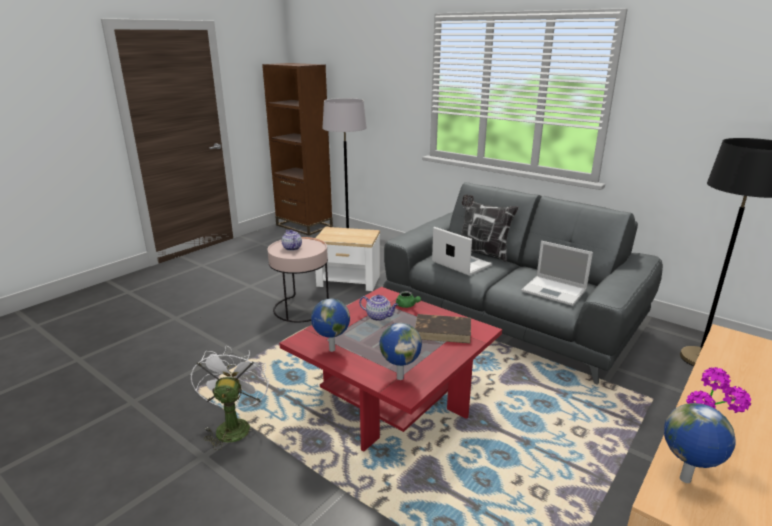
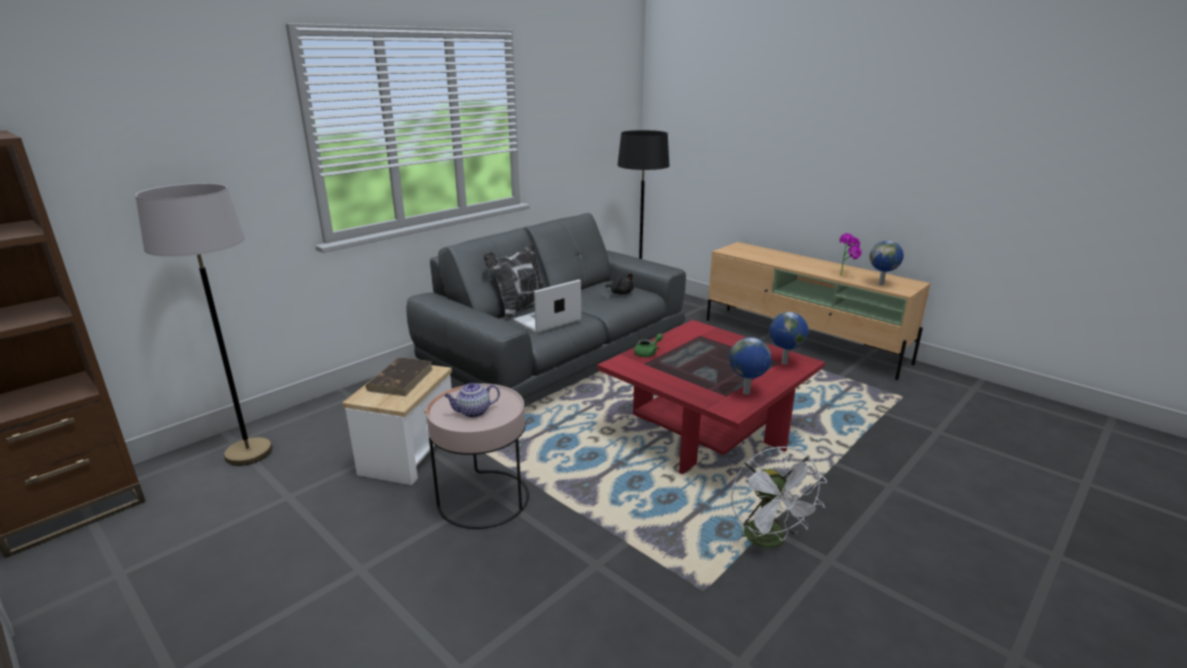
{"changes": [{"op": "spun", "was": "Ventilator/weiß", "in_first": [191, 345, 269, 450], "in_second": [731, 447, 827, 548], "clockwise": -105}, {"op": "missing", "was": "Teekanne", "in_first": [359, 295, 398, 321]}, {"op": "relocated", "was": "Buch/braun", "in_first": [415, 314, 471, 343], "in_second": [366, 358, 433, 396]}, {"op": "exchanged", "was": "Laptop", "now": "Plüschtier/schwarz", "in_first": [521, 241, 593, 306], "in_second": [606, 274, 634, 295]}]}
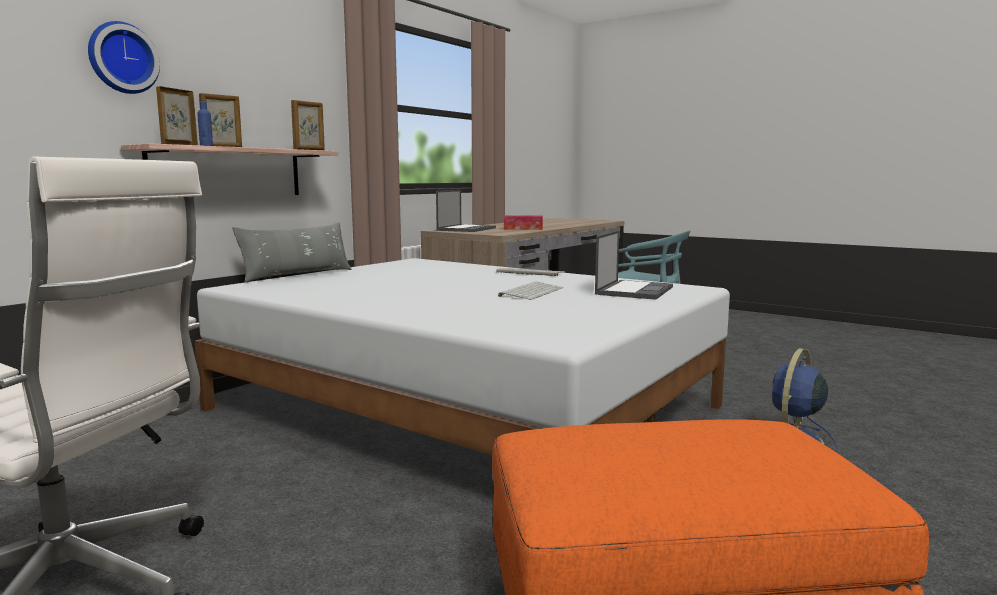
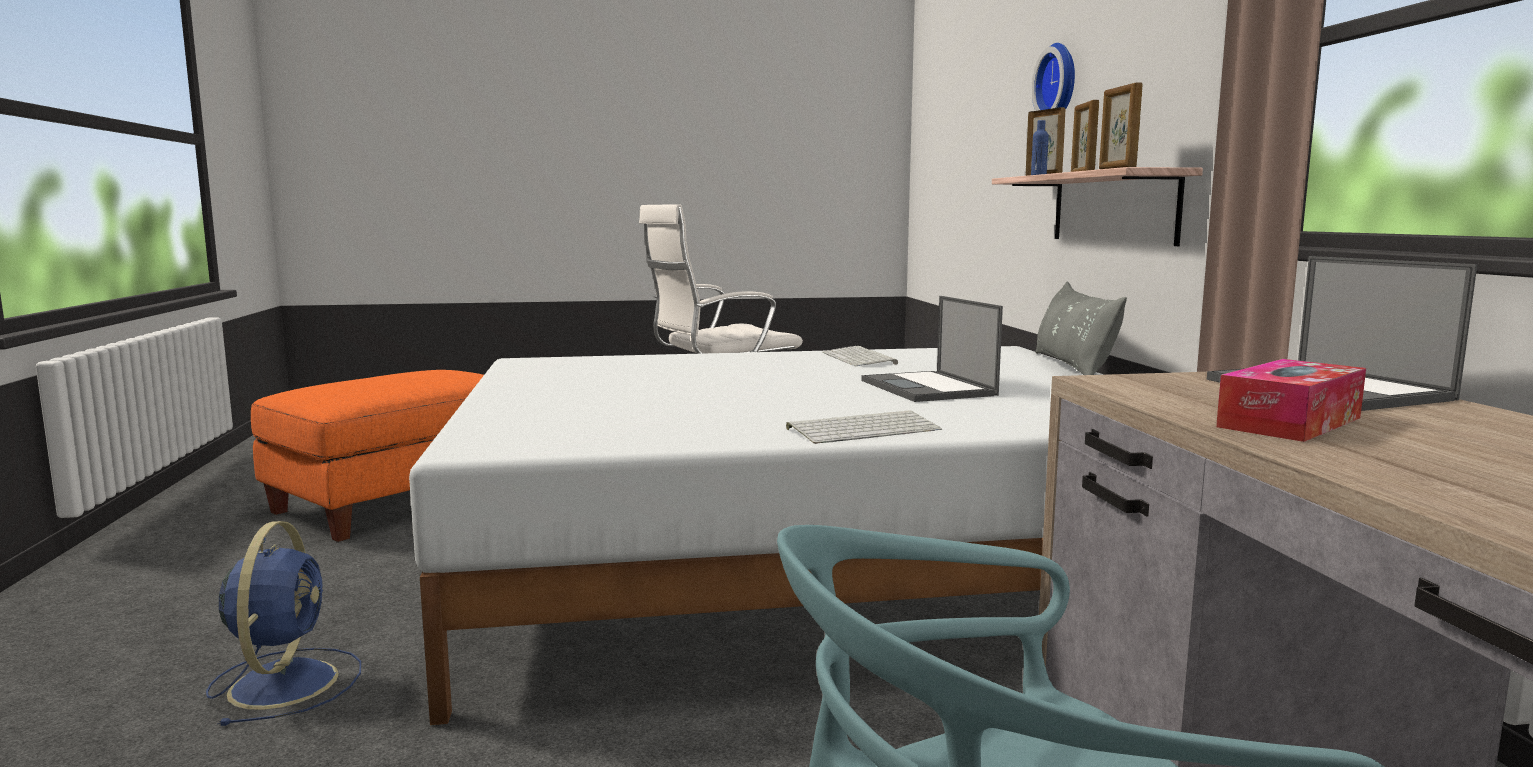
{"changes": [{"op": "relocated", "was": "Tastatur", "in_first": [498, 282, 563, 300], "in_second": [822, 346, 898, 366]}, {"op": "relocated", "was": "Laptop", "in_first": [595, 230, 673, 300], "in_second": [861, 296, 1003, 402]}]}
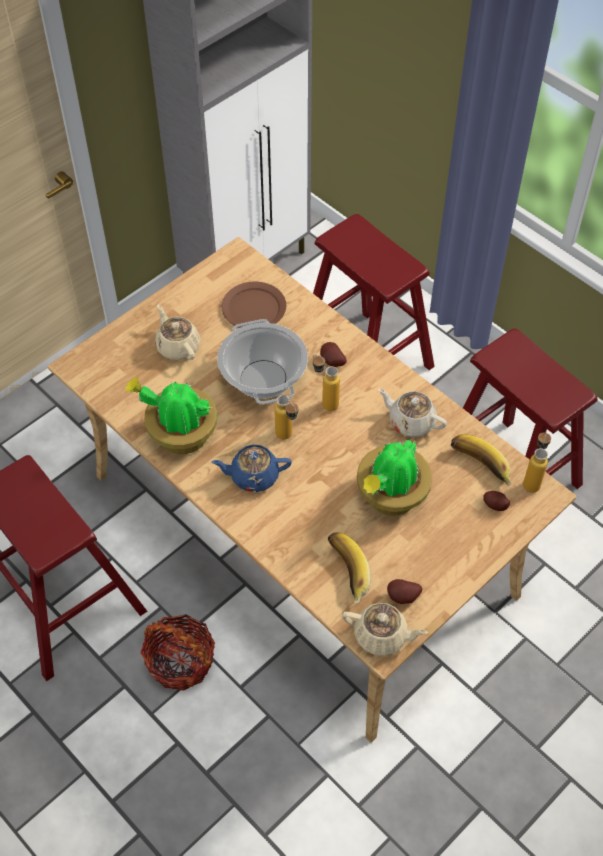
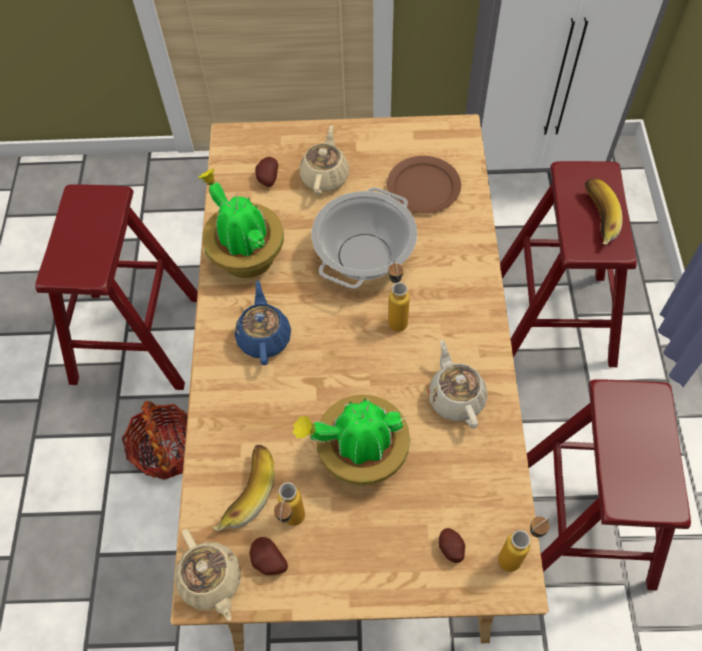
{"changes": [{"op": "spun", "was": "Teekanne/blau", "in_first": [212, 445, 292, 492], "in_second": [235, 280, 291, 365], "clockwise": 45}, {"op": "relocated", "was": "Flasche", "in_first": [274, 395, 298, 440], "in_second": [274, 482, 305, 526]}, {"op": "relocated", "was": "Kartoffel", "in_first": [320, 342, 347, 367], "in_second": [255, 157, 278, 187]}, {"op": "relocated", "was": "Banane", "in_first": [451, 434, 511, 486], "in_second": [585, 178, 622, 245]}]}
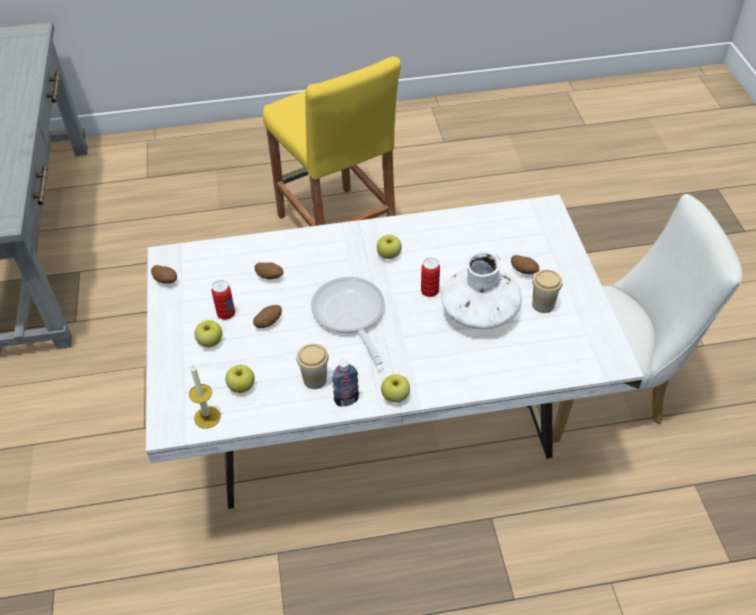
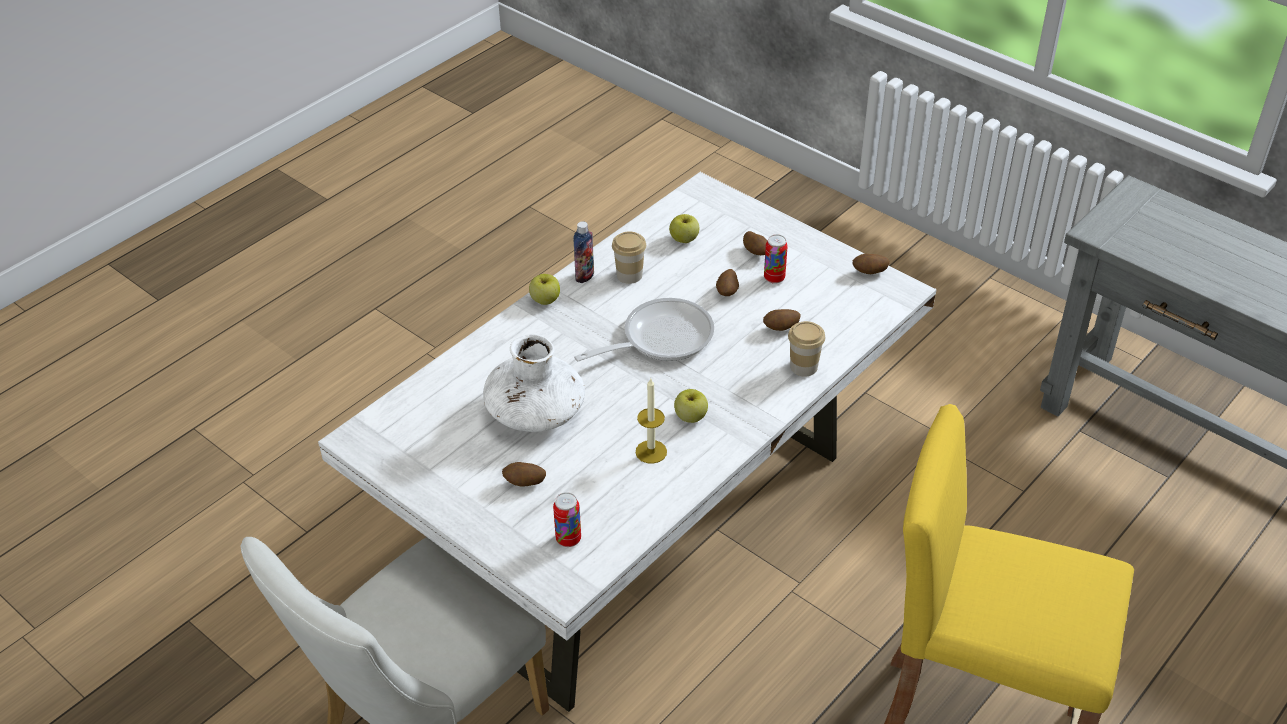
{"changes": [{"op": "relocated", "was": "Kerze", "in_first": [189, 365, 221, 429], "in_second": [636, 379, 667, 464]}, {"op": "exchanged", "was": "Apfel", "now": "Kartoffel", "in_first": [195, 320, 222, 347], "in_second": [743, 231, 768, 255]}, {"op": "spun", "was": "Pfanne", "in_first": [311, 277, 385, 365], "in_second": [574, 298, 714, 361], "clockwise": -60}, {"op": "relocated", "was": "Dose", "in_first": [421, 258, 440, 297], "in_second": [553, 492, 581, 547]}, {"op": "relocated", "was": "Tasse", "in_first": [532, 270, 563, 313], "in_second": [788, 321, 825, 376]}]}
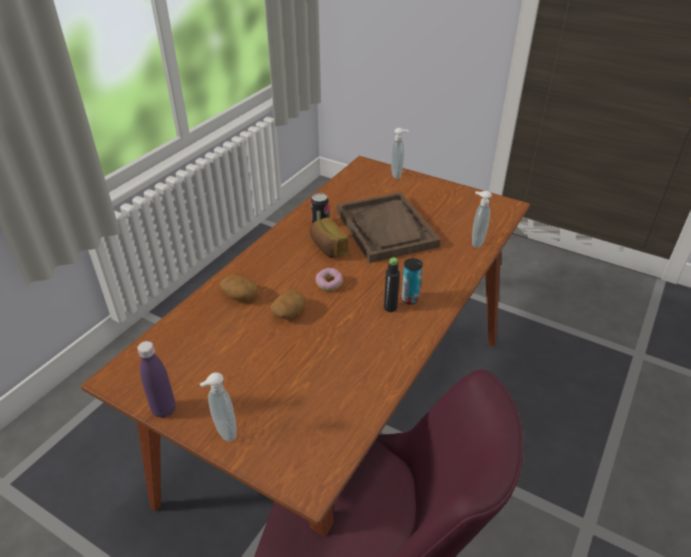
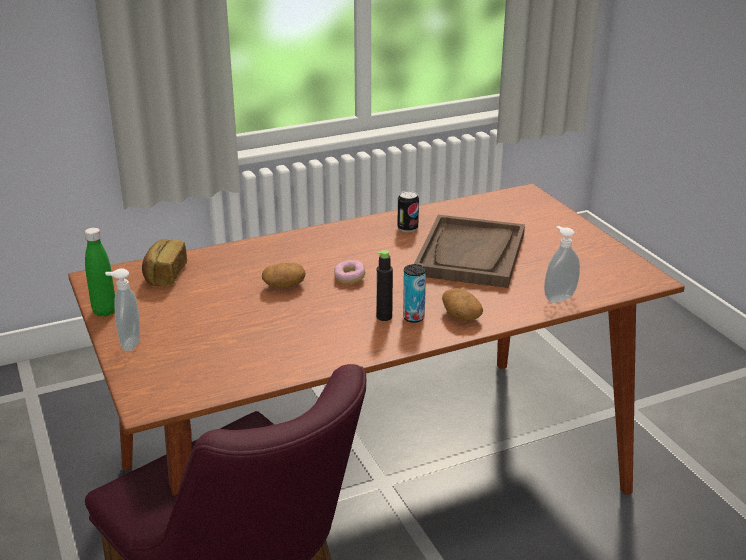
{"changes": [{"op": "colour", "was": "Flasche/lila", "now": "Flasche/grün", "in_first": [137, 341, 176, 418], "in_second": [85, 228, 115, 316]}, {"op": "relocated", "was": "Kartoffel", "in_first": [220, 275, 258, 301], "in_second": [442, 288, 483, 321]}, {"op": "relocated", "was": "Brot", "in_first": [310, 218, 349, 258], "in_second": [142, 239, 187, 286]}, {"op": "missing", "was": "Seifenspender", "in_first": [391, 128, 409, 179]}]}
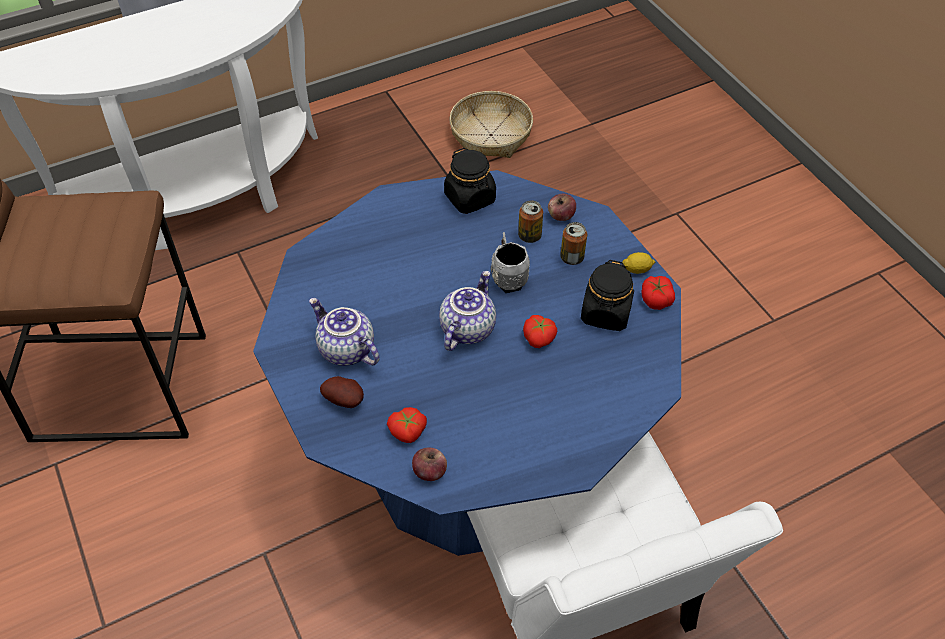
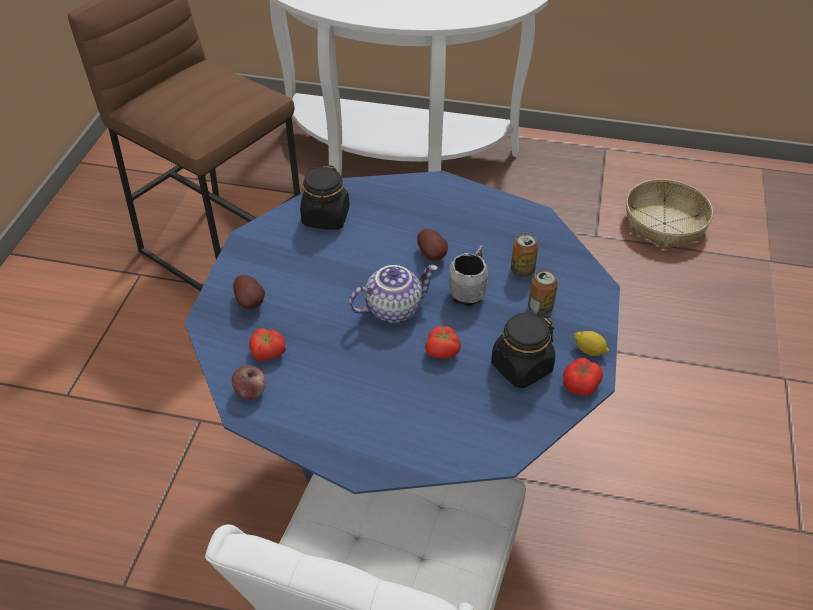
{"changes": [{"op": "missing", "was": "Teekanne", "in_first": [309, 298, 379, 366]}, {"op": "relocated", "was": "Vorratsglas/schwarz", "in_first": [444, 148, 496, 214], "in_second": [300, 165, 350, 230]}, {"op": "missing", "was": "Apfel", "in_first": [548, 194, 576, 221]}, {"op": "appeared", "now": "Kartoffel", "in_second": [417, 229, 448, 261]}]}
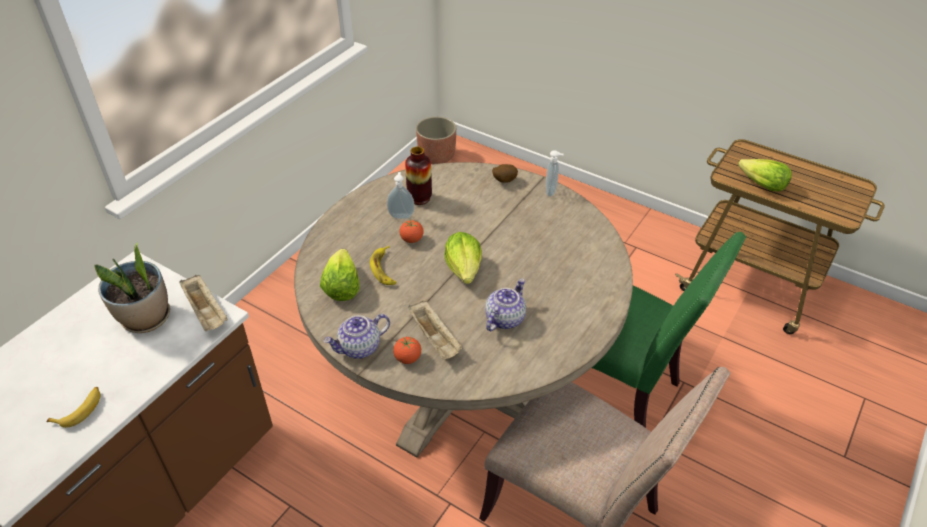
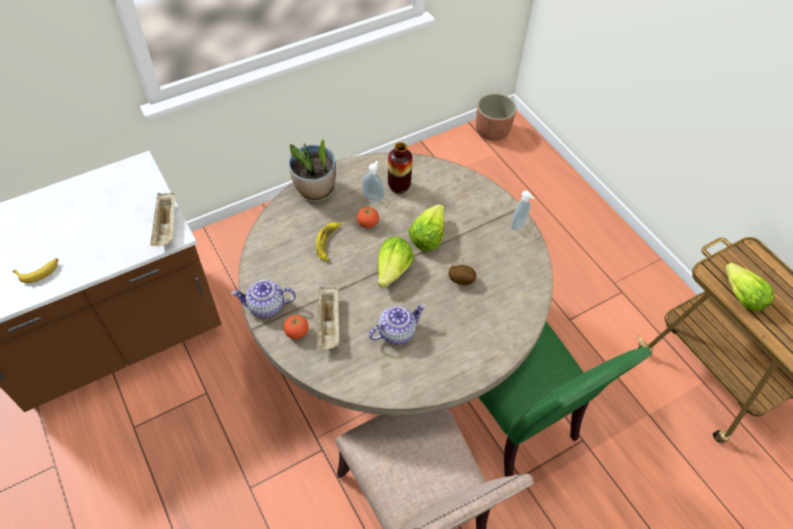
{"changes": [{"op": "relocated", "was": "Topfpflanze", "in_first": [94, 243, 170, 333], "in_second": [288, 138, 336, 202]}, {"op": "relocated", "was": "Salatkopf", "in_first": [320, 249, 360, 301], "in_second": [408, 204, 444, 251]}, {"op": "relocated", "was": "Kartoffel", "in_first": [492, 164, 518, 183], "in_second": [448, 265, 476, 285]}]}
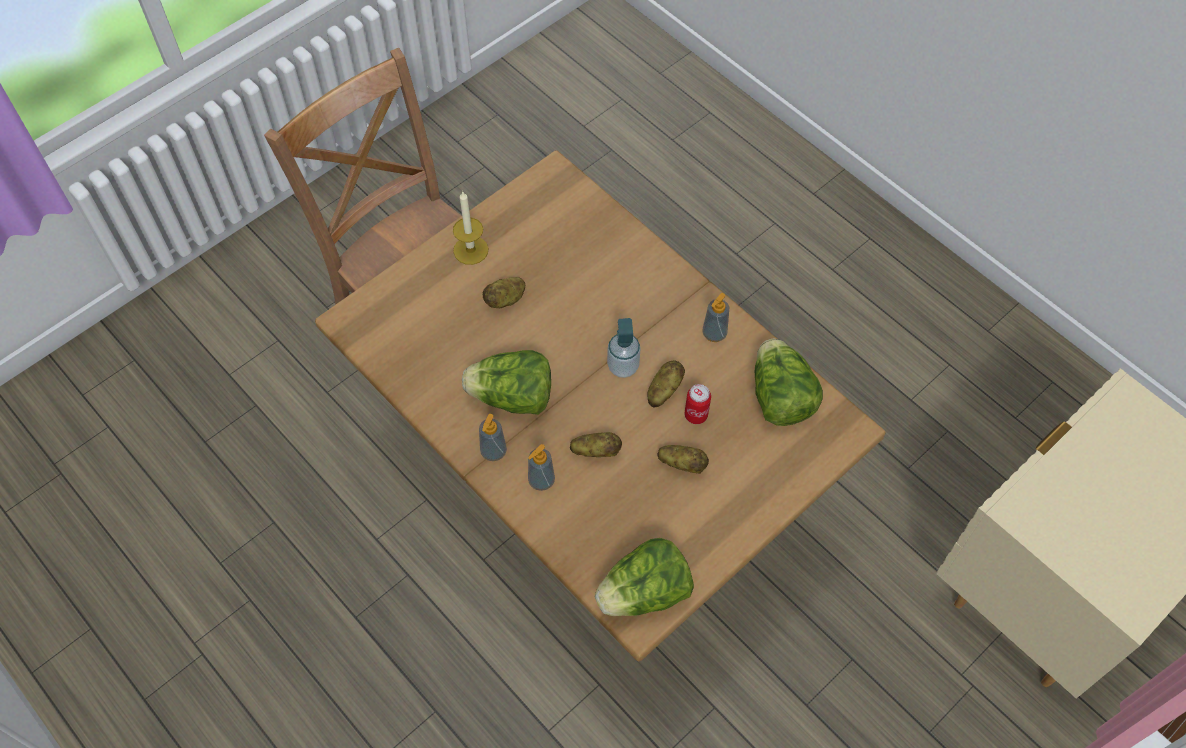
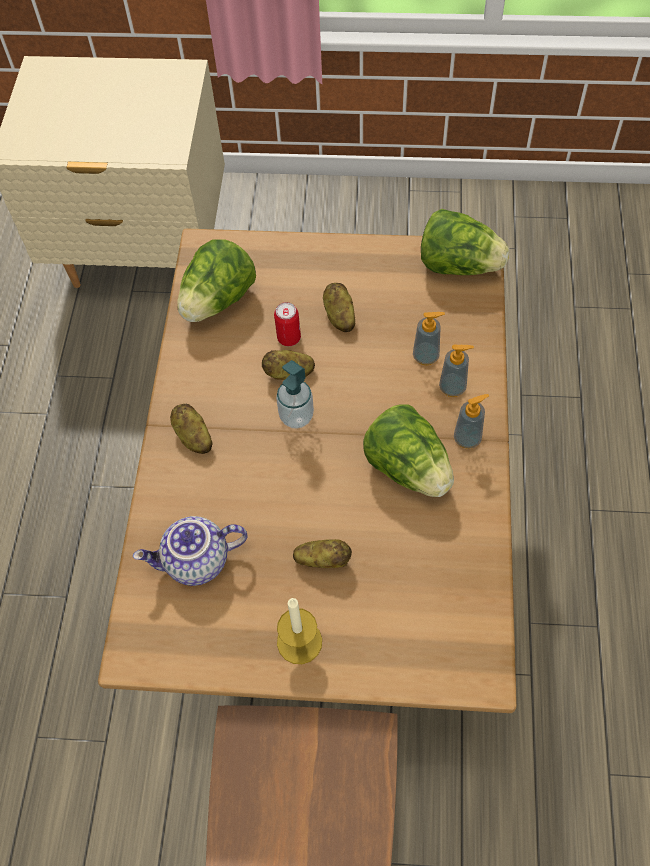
{"changes": [{"op": "relocated", "was": "Kartoffel", "in_first": [570, 432, 622, 457], "in_second": [170, 404, 213, 454]}, {"op": "relocated", "was": "Seifenspender", "in_first": [703, 293, 729, 342], "in_second": [413, 312, 445, 365]}, {"op": "appeared", "now": "Teekanne", "in_second": [133, 516, 248, 586]}]}
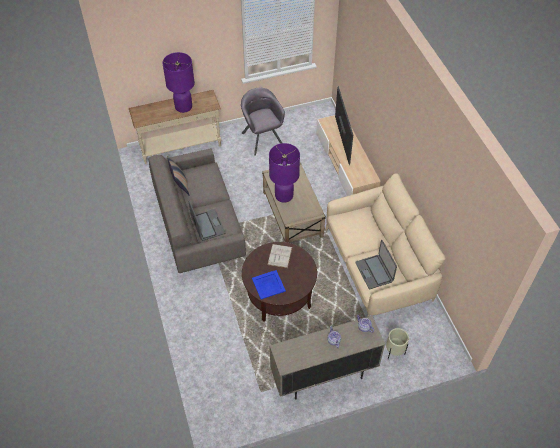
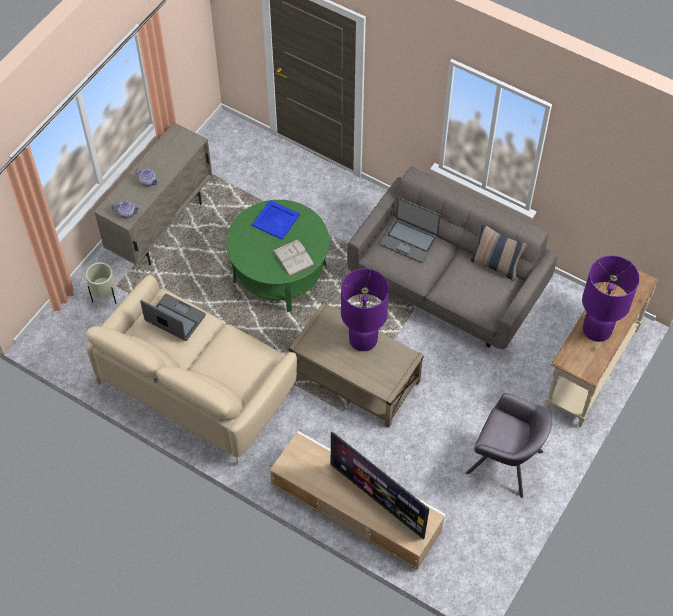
{"changes": [{"op": "colour", "was": "Couchtisch/braun", "now": "Couchtisch/grün", "in_first": [242, 242, 317, 322], "in_second": [226, 200, 329, 312]}]}
